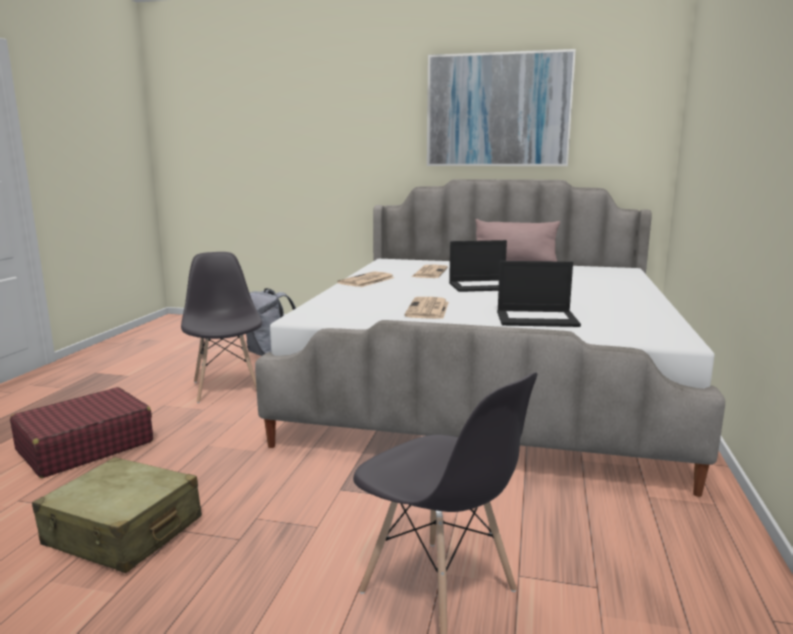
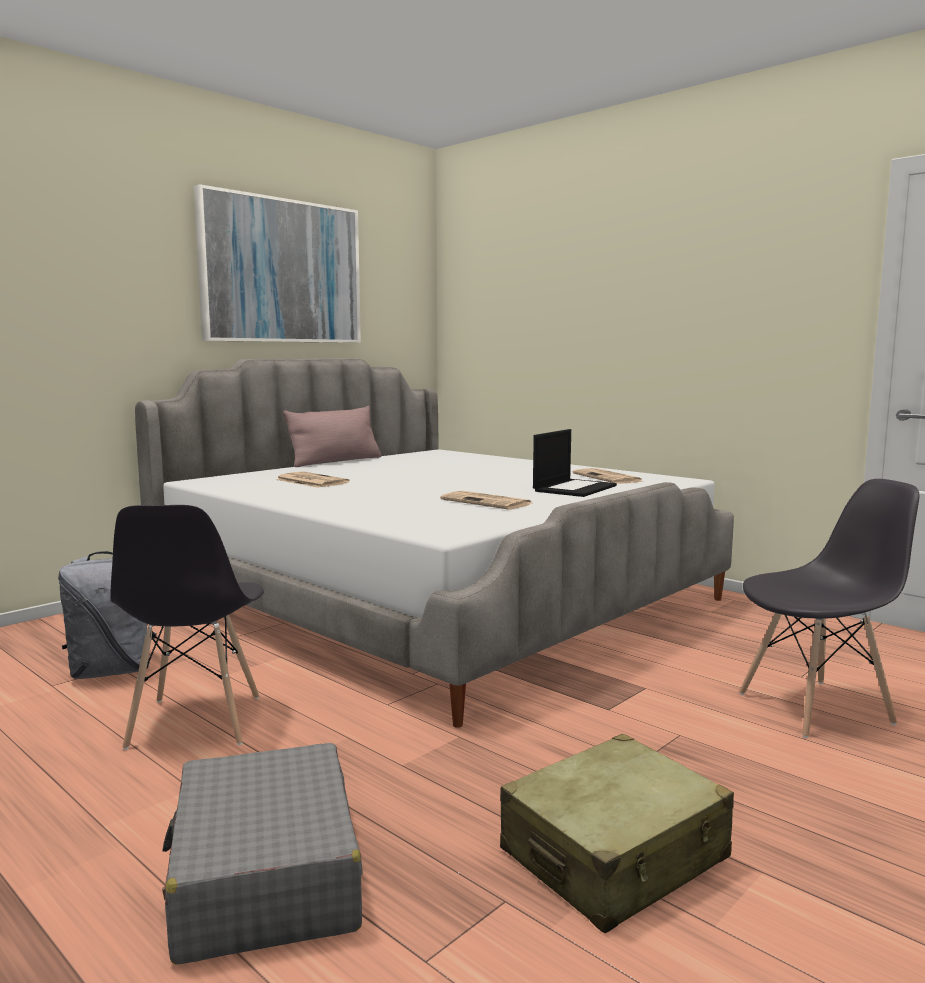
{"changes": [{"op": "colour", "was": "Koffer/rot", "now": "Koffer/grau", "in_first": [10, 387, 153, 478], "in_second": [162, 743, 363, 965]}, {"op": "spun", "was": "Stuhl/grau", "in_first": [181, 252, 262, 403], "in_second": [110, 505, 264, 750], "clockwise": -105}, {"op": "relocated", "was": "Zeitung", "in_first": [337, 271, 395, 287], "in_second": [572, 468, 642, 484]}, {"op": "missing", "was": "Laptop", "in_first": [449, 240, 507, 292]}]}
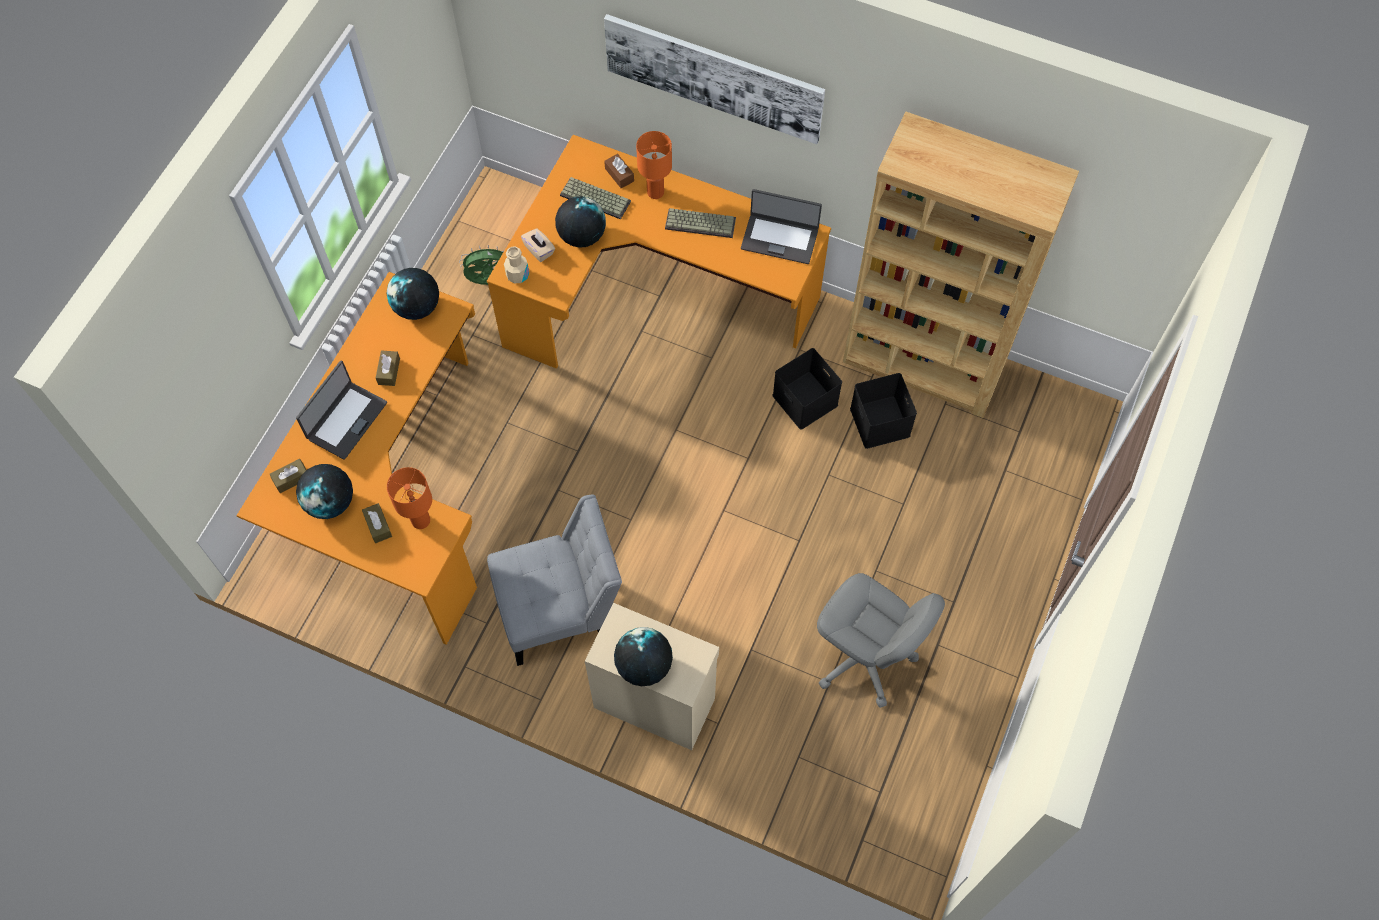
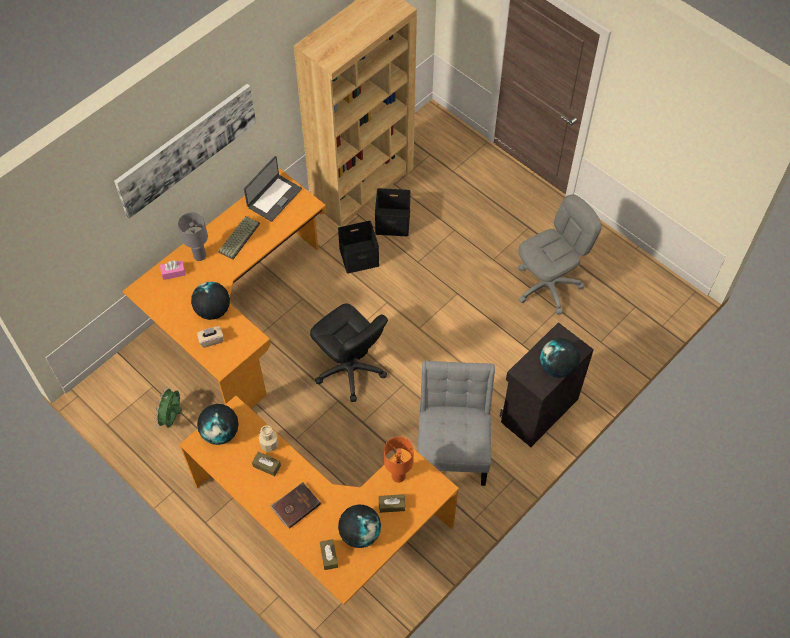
{"changes": [{"op": "exchanged", "was": "Laptop", "now": "Buch/braun", "in_first": [296, 360, 387, 460], "in_second": [270, 482, 321, 529]}, {"op": "relocated", "was": "Flasche/beige", "in_first": [504, 247, 529, 283], "in_second": [259, 425, 279, 452]}, {"op": "missing", "was": "Tastatur", "in_first": [560, 177, 631, 219]}, {"op": "colour", "was": "Schrank/beige", "now": "Schrank/schwarz", "in_first": [585, 603, 719, 750], "in_second": [500, 322, 594, 447]}, {"op": "colour", "was": "Taschentuchbox/braun", "now": "Taschentuchbox/rosa", "in_first": [604, 154, 634, 188], "in_second": [160, 260, 186, 280]}, {"op": "colour", "was": "Tischlampe/orange", "now": "Tischlampe/grau", "in_first": [636, 131, 672, 199], "in_second": [178, 212, 208, 261]}, {"op": "appeared", "now": "Bürostuhl/schwarz", "in_second": [310, 303, 388, 402]}]}
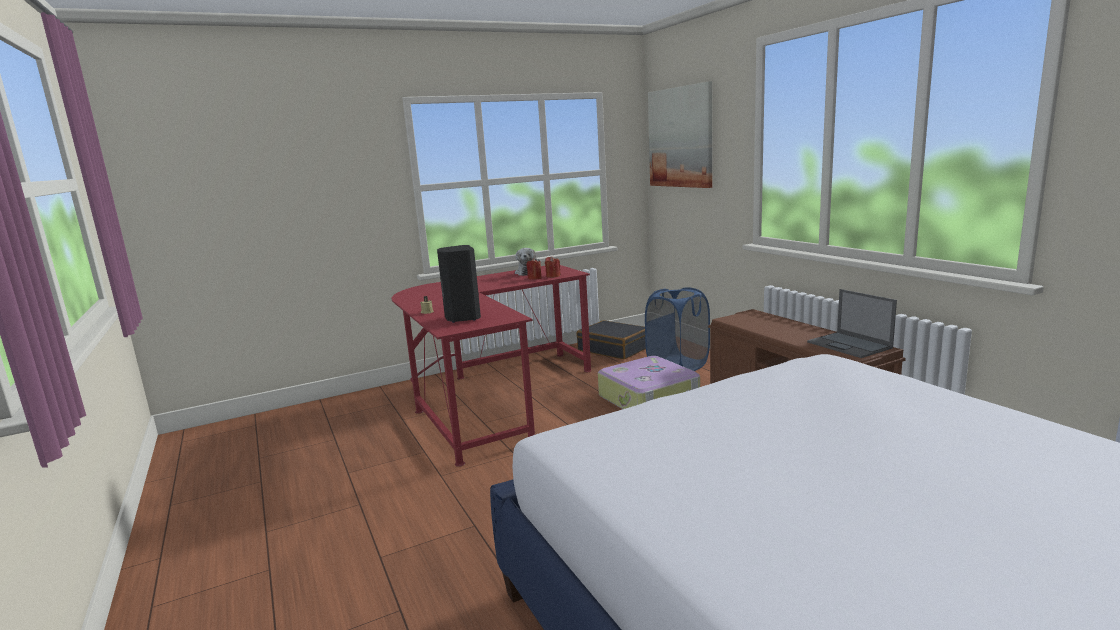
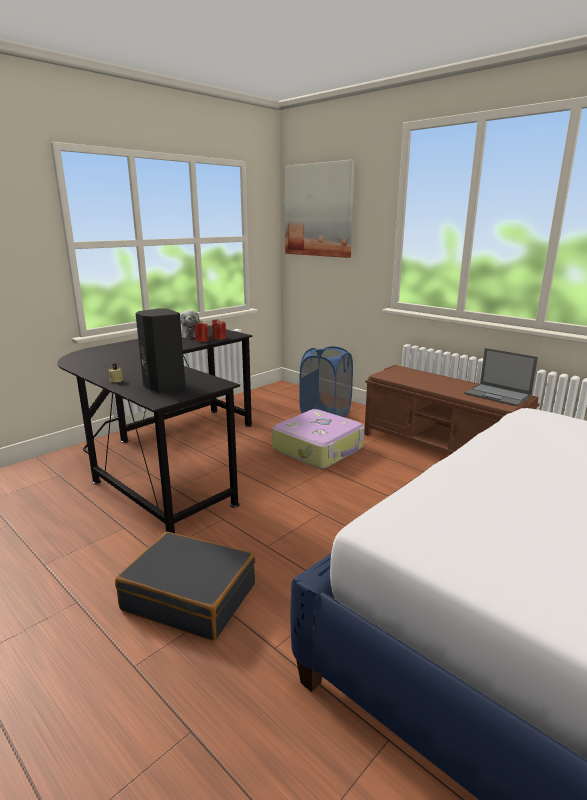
{"changes": [{"op": "colour", "was": "Schreibtisch/rot", "now": "Schreibtisch/schwarz", "in_first": [392, 265, 591, 467], "in_second": [57, 326, 253, 533]}, {"op": "relocated", "was": "Koffer/schwarz", "in_first": [577, 320, 646, 359], "in_second": [115, 532, 256, 641]}]}
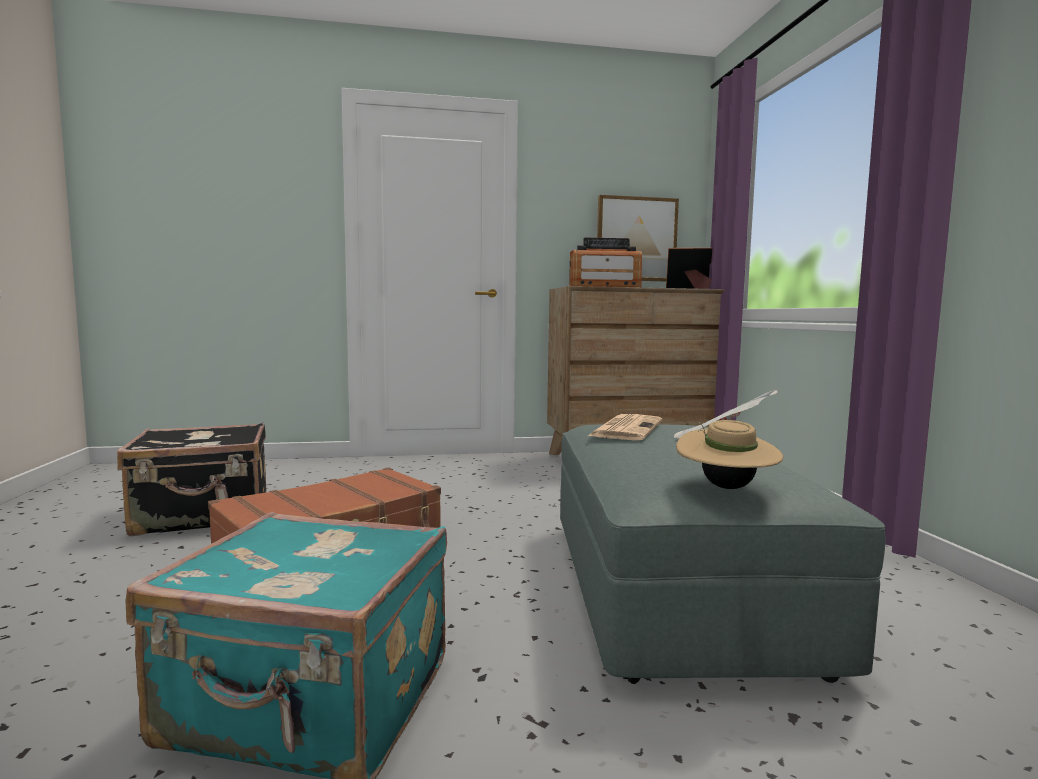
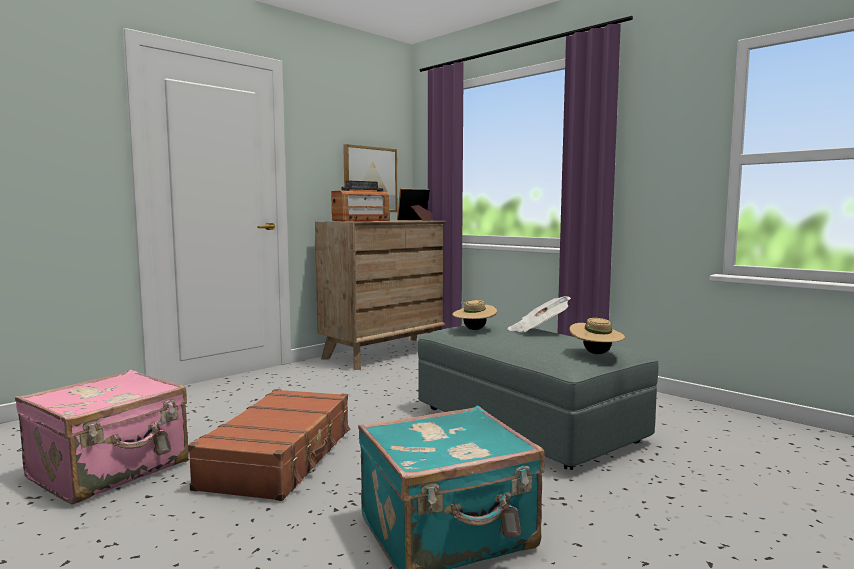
{"changes": [{"op": "colour", "was": "Koffer/schwarz", "now": "Koffer/rosa", "in_first": [117, 423, 267, 536], "in_second": [15, 370, 189, 505]}, {"op": "exchanged", "was": "Zeitung", "now": "Hut/beige", "in_first": [588, 414, 662, 440], "in_second": [452, 299, 497, 330]}]}
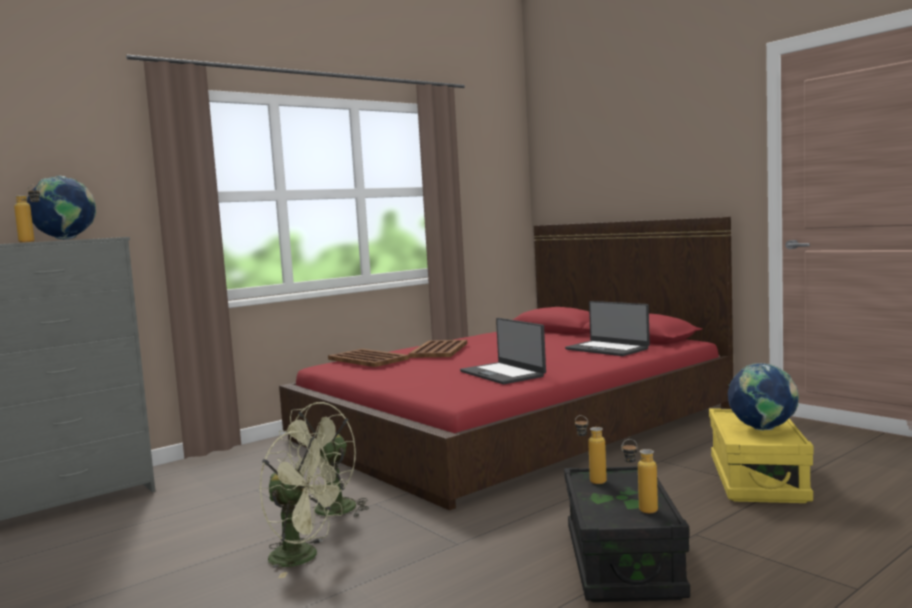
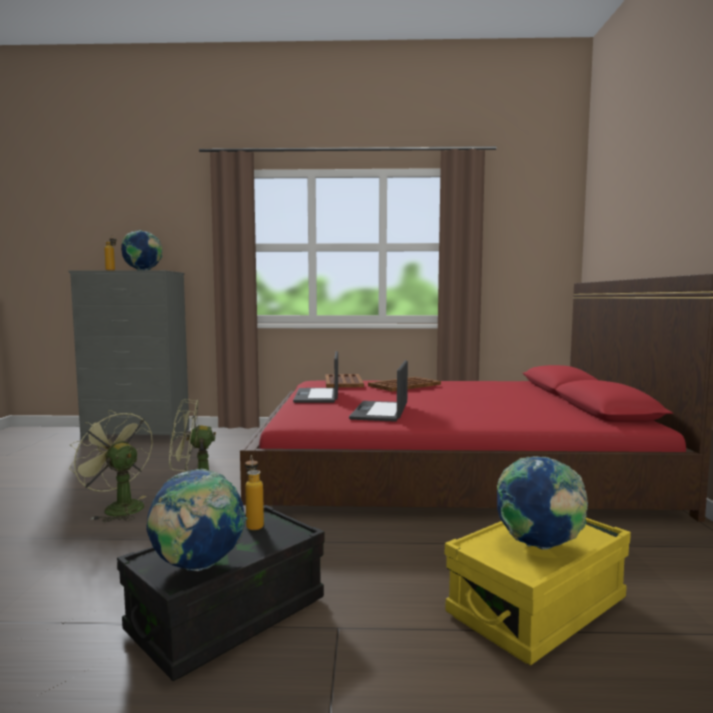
{"changes": [{"op": "spun", "was": "Ventilator/grün", "in_first": [259, 431, 347, 578], "in_second": [69, 410, 153, 522], "clockwise": 150}, {"op": "relocated", "was": "Laptop", "in_first": [565, 301, 650, 356], "in_second": [293, 351, 338, 403]}, {"op": "exchanged", "was": "Flasche", "now": "Globus", "in_first": [622, 439, 658, 513], "in_second": [146, 469, 247, 571]}]}
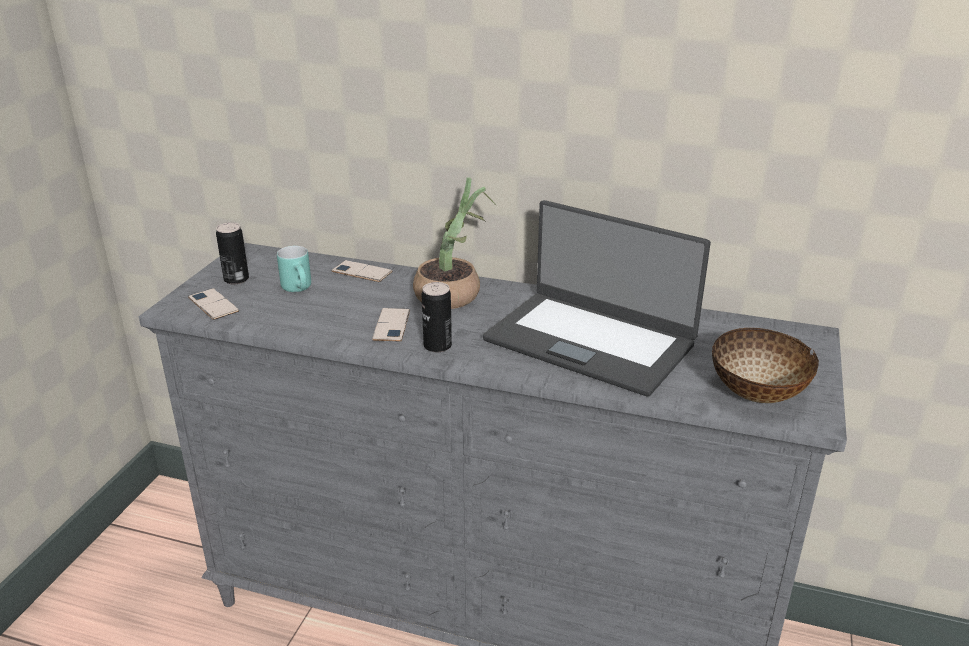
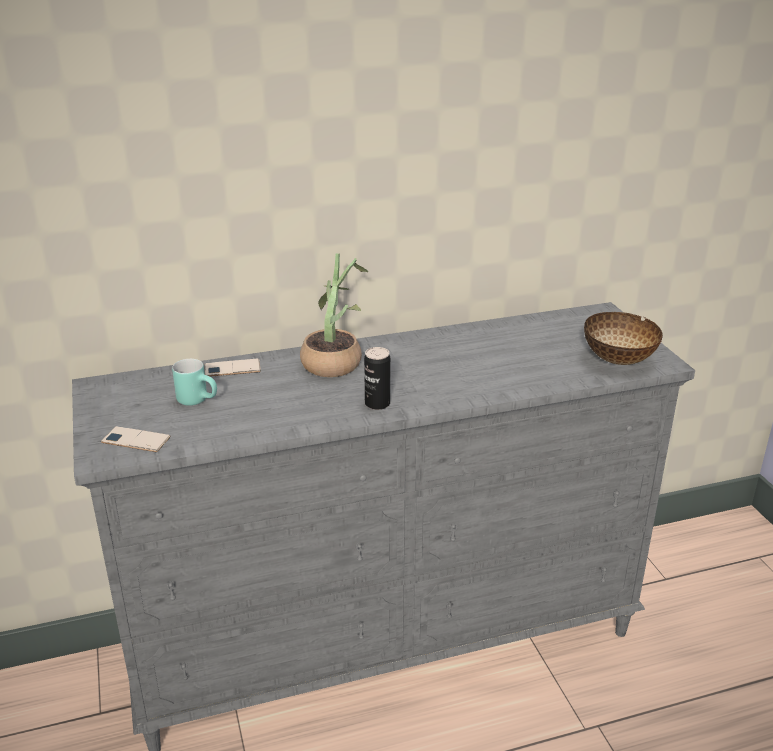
{"changes": [{"op": "missing", "was": "Dose", "in_first": [216, 222, 249, 285]}, {"op": "missing", "was": "Handy", "in_first": [372, 308, 410, 341]}, {"op": "missing", "was": "Laptop", "in_first": [483, 200, 711, 397]}]}
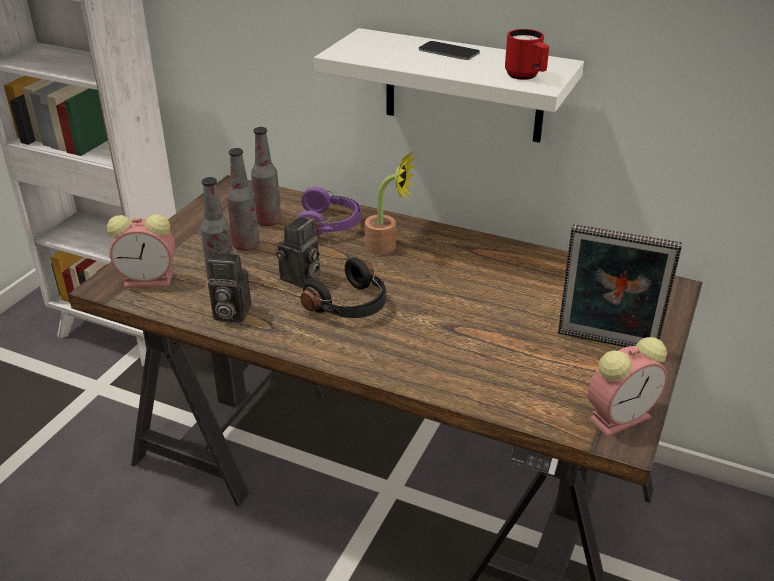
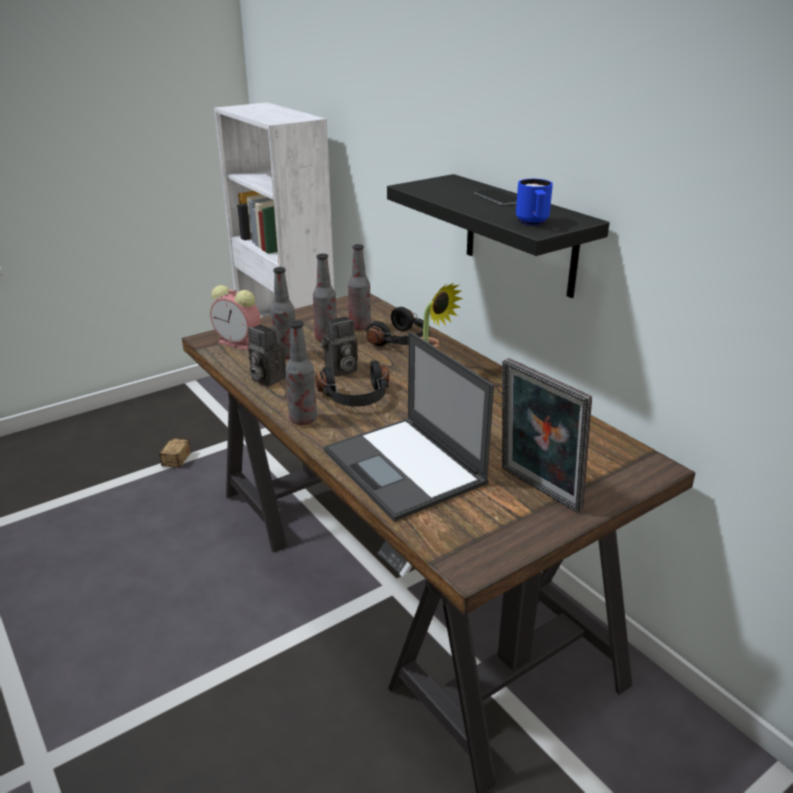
{"changes": [{"op": "colour", "was": "Kopfhörer/lila", "now": "Kopfhörer/schwarz", "in_first": [295, 187, 361, 237], "in_second": [366, 307, 430, 346]}, {"op": "colour", "was": "Wandregal/weiß", "now": "Wandregal/schwarz", "in_first": [314, 28, 584, 143], "in_second": [387, 174, 610, 298]}, {"op": "colour", "was": "Henkelbecher/rot", "now": "Henkelbecher/blau", "in_first": [505, 29, 549, 80], "in_second": [516, 179, 553, 225]}, {"op": "missing", "was": "Wecker", "in_first": [588, 337, 667, 437]}, {"op": "appeared", "now": "Aufbewahrungsbox", "in_second": [154, 438, 191, 468]}, {"op": "appeared", "now": "Flasche", "in_second": [286, 320, 317, 425]}, {"op": "appeared", "now": "Laptop", "in_second": [324, 331, 494, 521]}]}
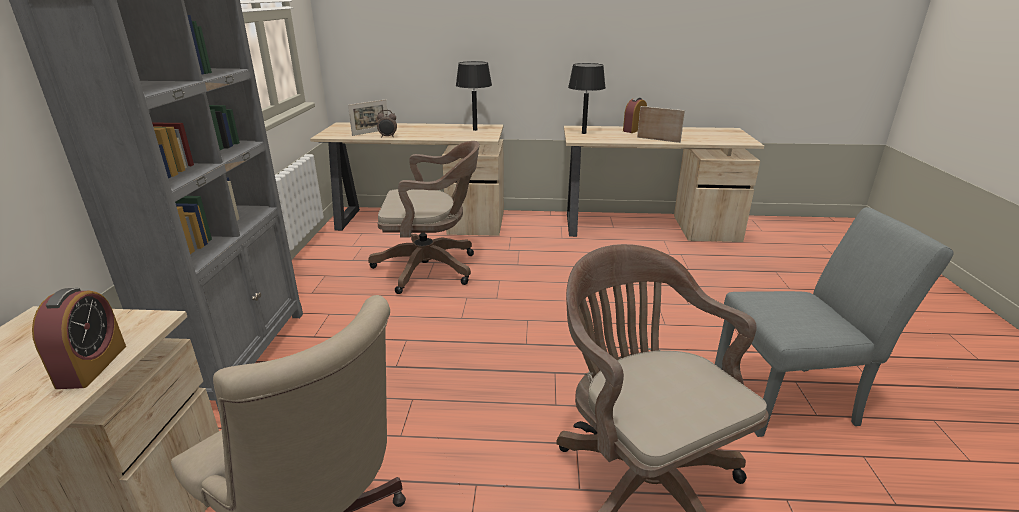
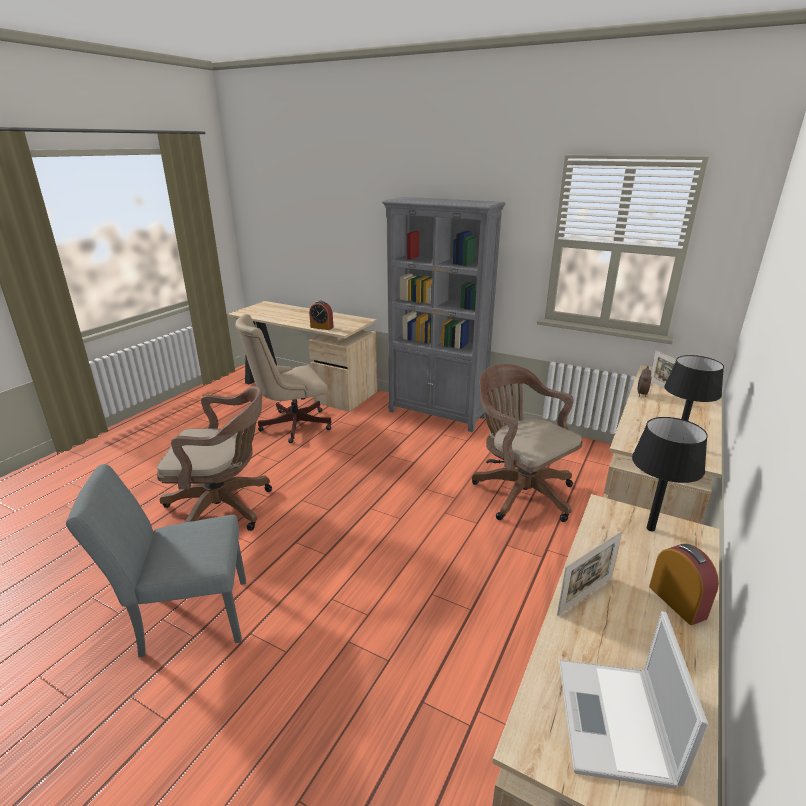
{"changes": [{"op": "spun", "was": "Bürostuhl/braun", "in_first": [368, 141, 480, 294], "in_second": [472, 364, 583, 522], "clockwise": 120}, {"op": "spun", "was": "Stuhl/grau", "in_first": [715, 207, 954, 437], "in_second": [66, 464, 246, 657], "clockwise": 60}, {"op": "appeared", "now": "Laptop", "in_second": [559, 611, 708, 789]}]}
